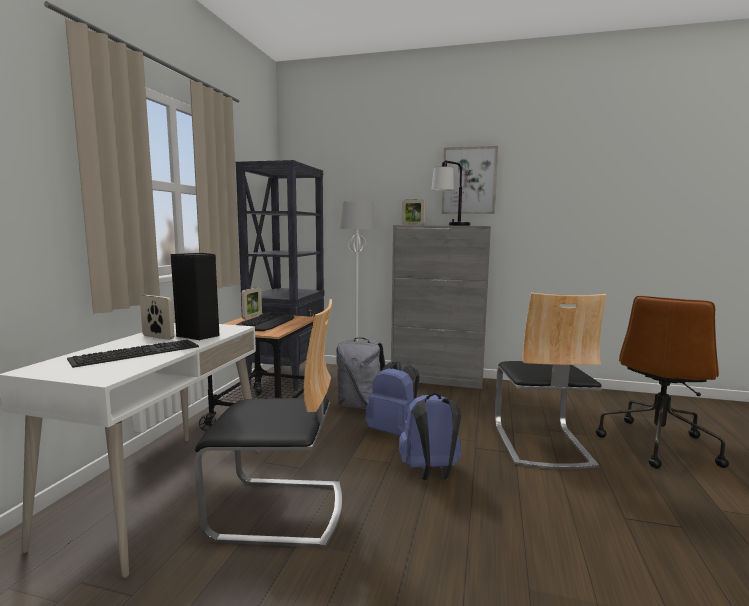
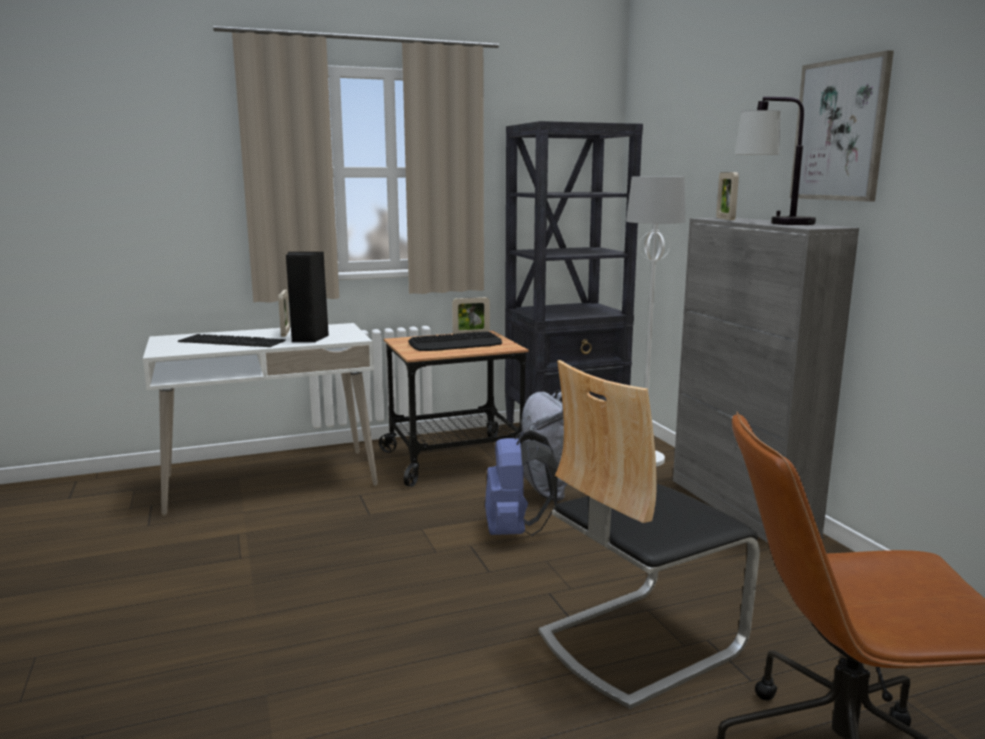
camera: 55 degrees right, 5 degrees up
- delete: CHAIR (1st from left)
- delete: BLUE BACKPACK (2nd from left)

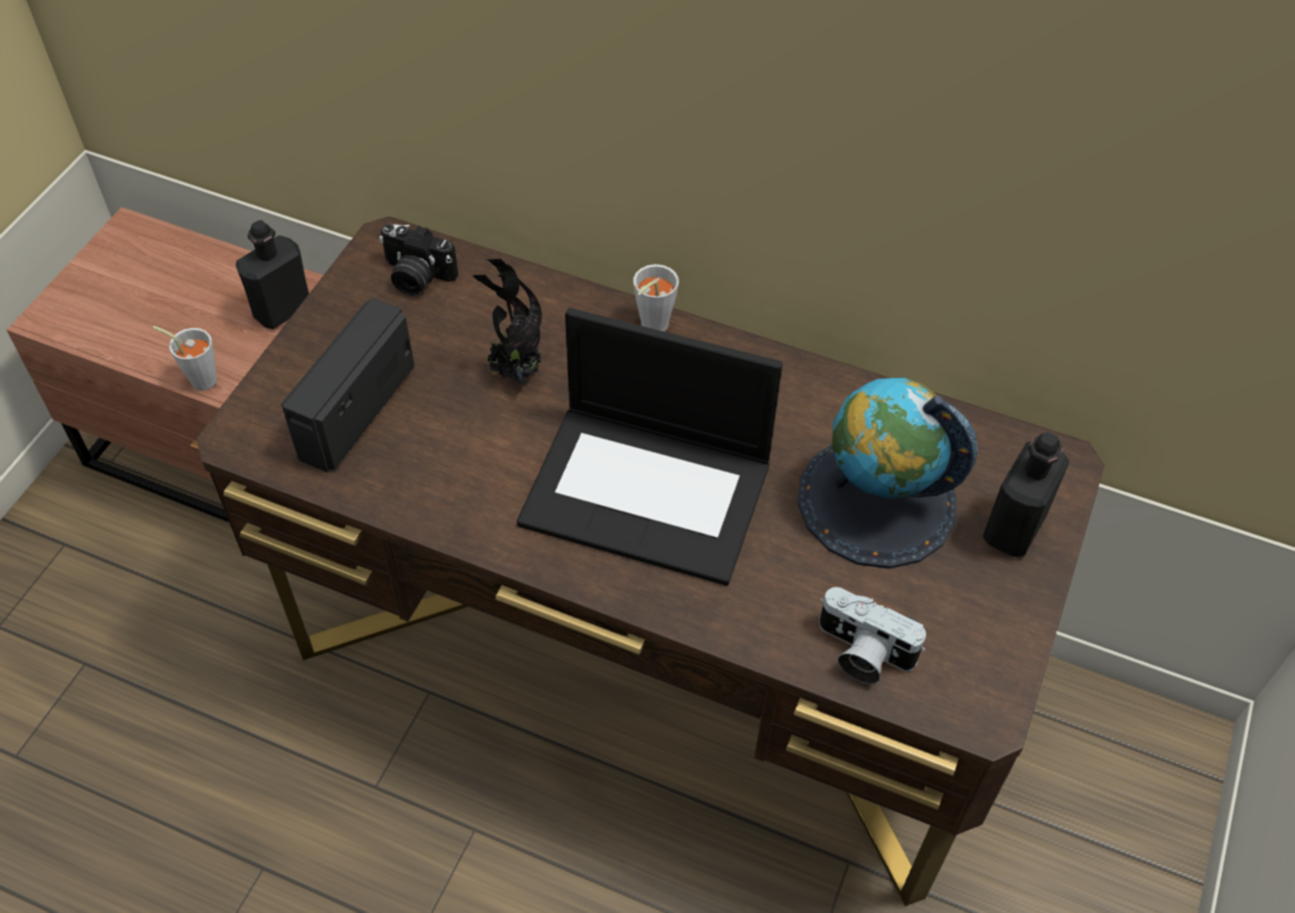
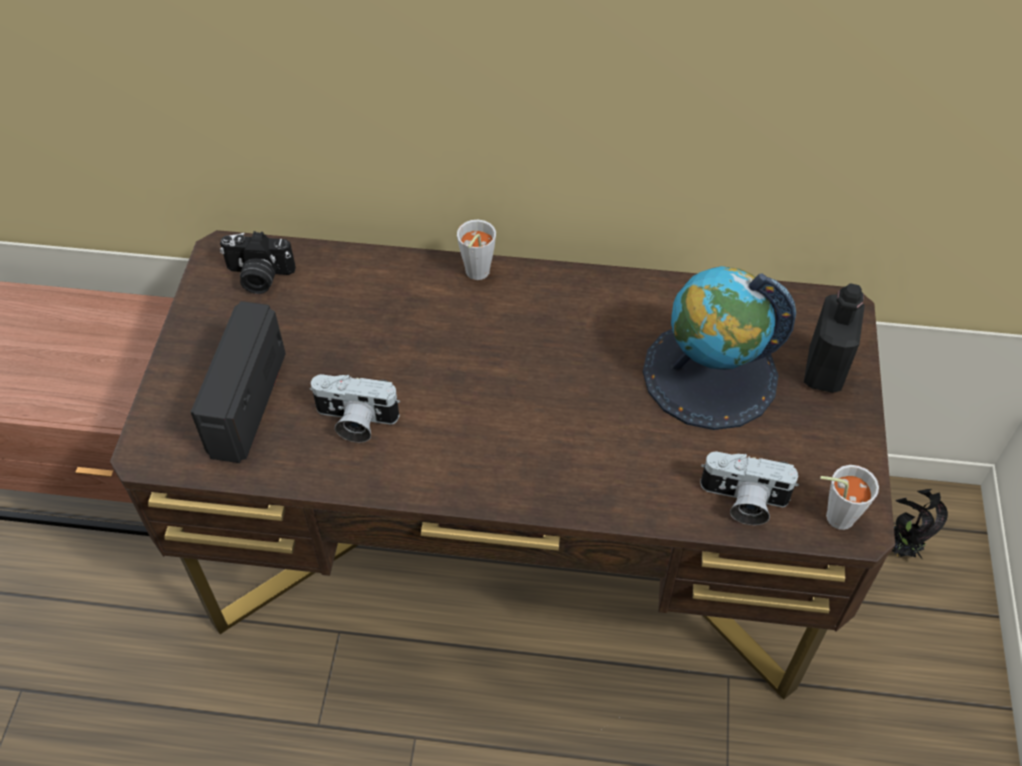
camera: 15 degrees left, 0 degrees up
- delete: BLACK BOTTLE (1st from left)
- move: POTTED PLANT
- delete: LAPTOP
- move: GREY CUP (1st from left in the first image) to GREY CUP (2nd from left)
- insert: PHOTO CAMERA (2nd from left)

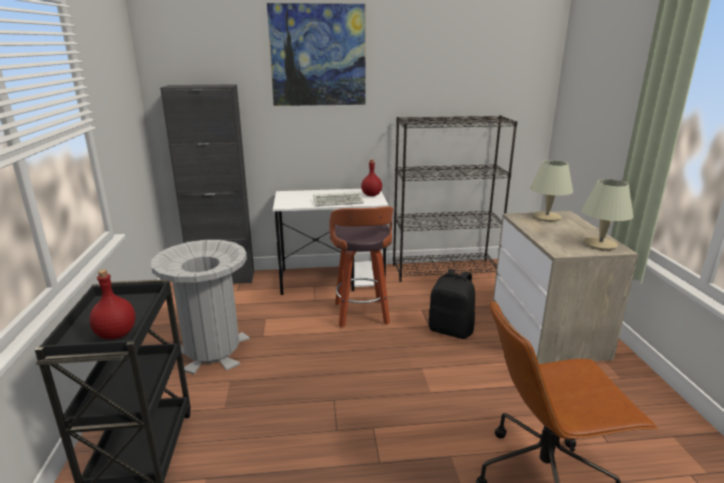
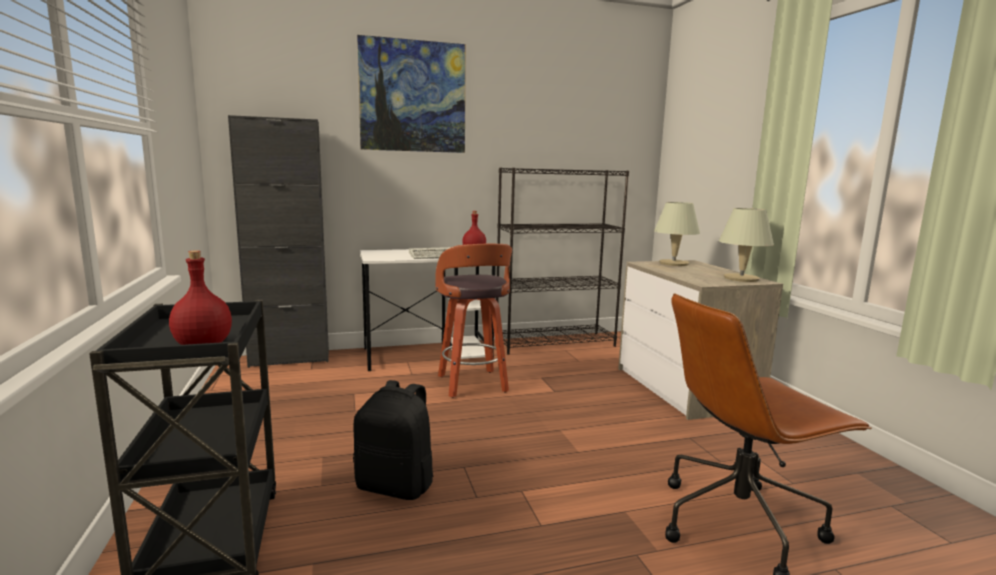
camera: 10 degrees left, 10 degrees down
- delete: GREY TRASH CAN
- move: BLACK BACKPACK

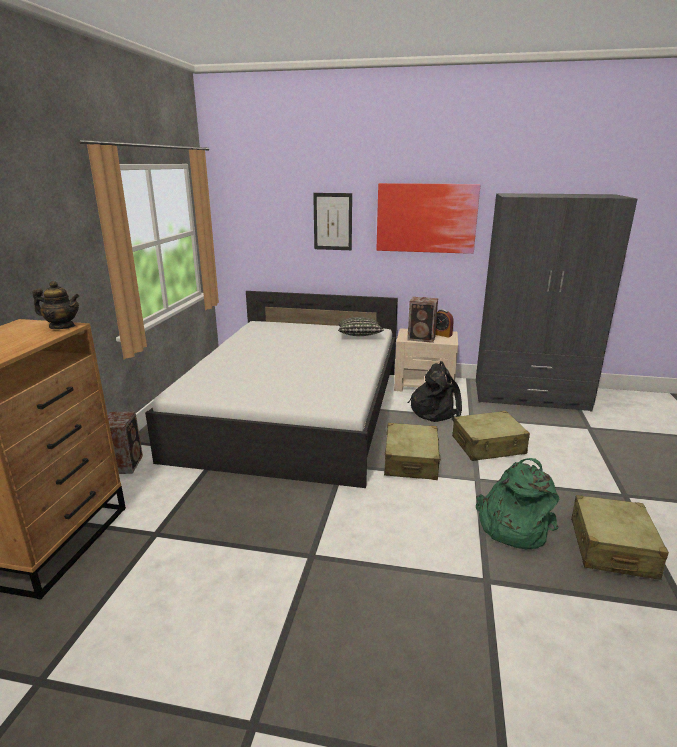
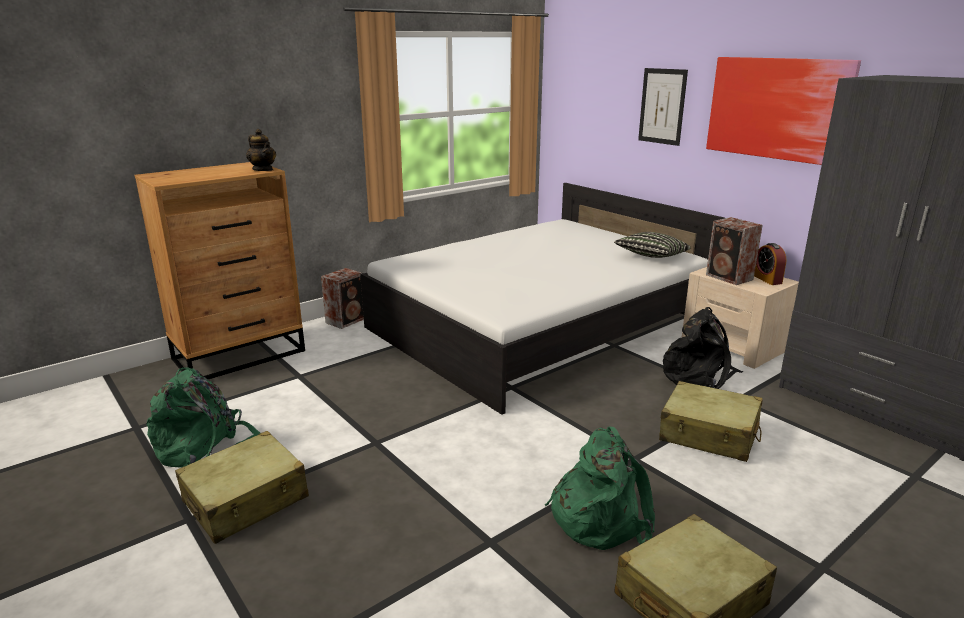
camera: 40 degrees right, 0 degrees up
- move: BEIGE SUITCASE (1st from left)
- insert: GREEN BACKPACK (1st from left)

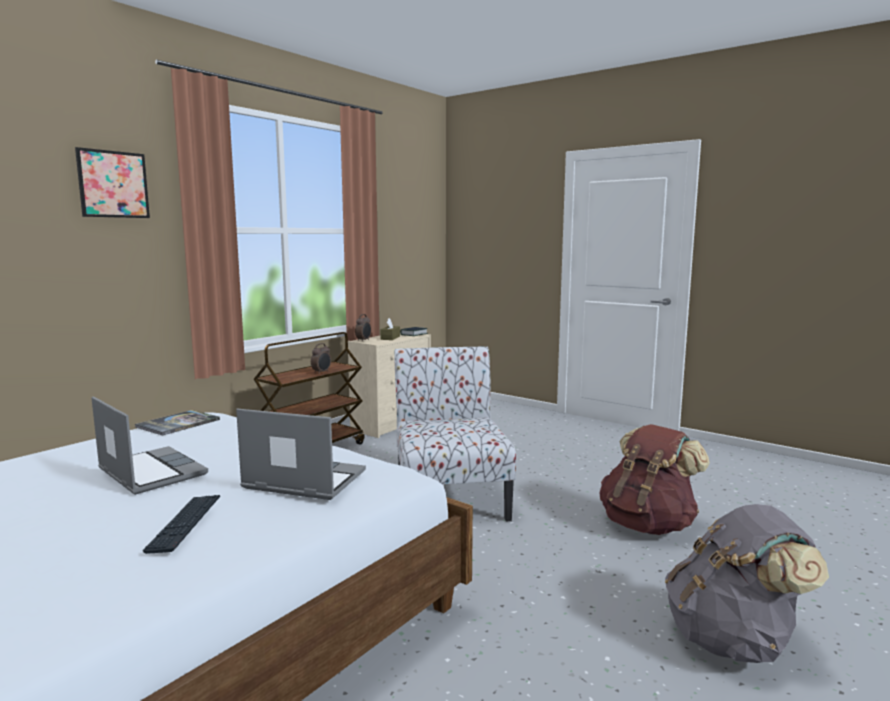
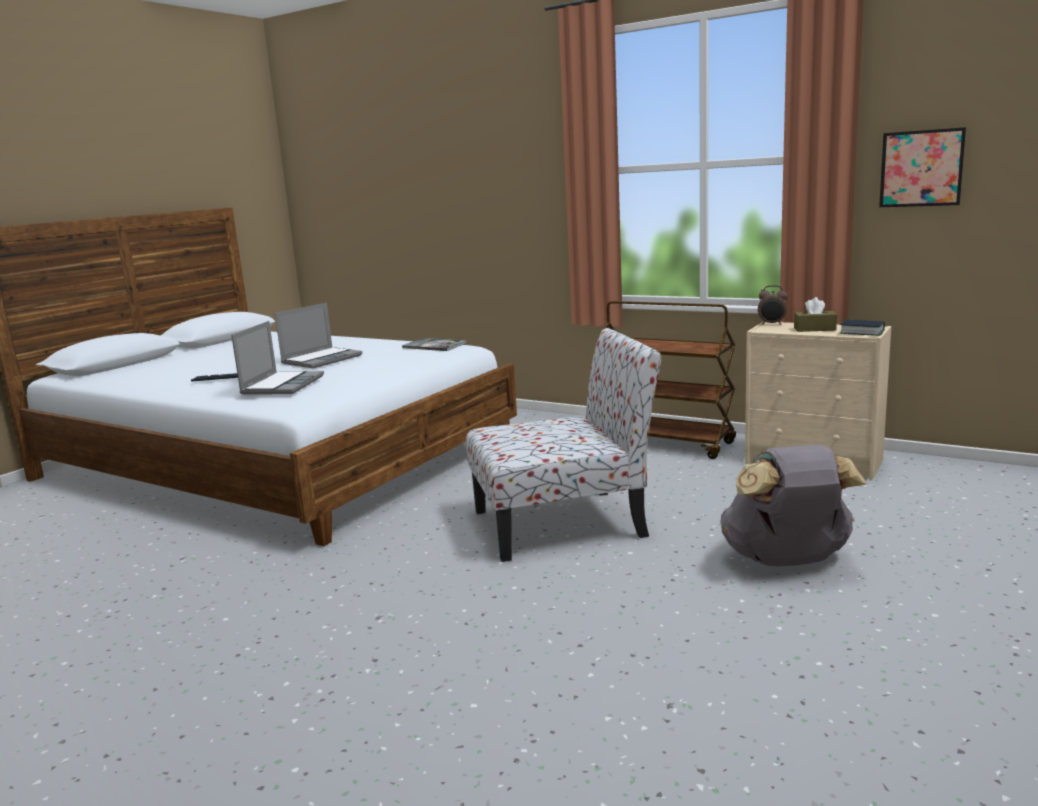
camera: 85 degrees right, 5 degrees up
- move: PICTURE
- delete: ALARM CLOCK (1st from left)
- delete: BROWN BACKPACK
- move: GREY BACKPACK

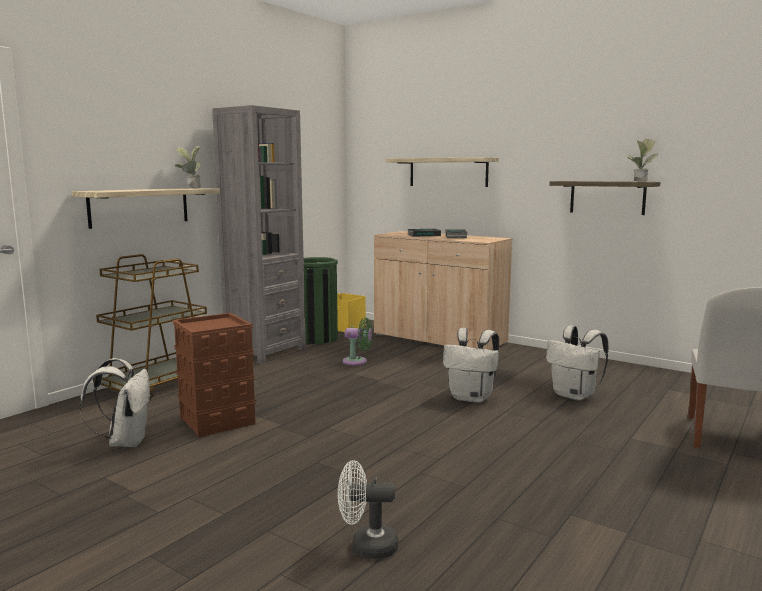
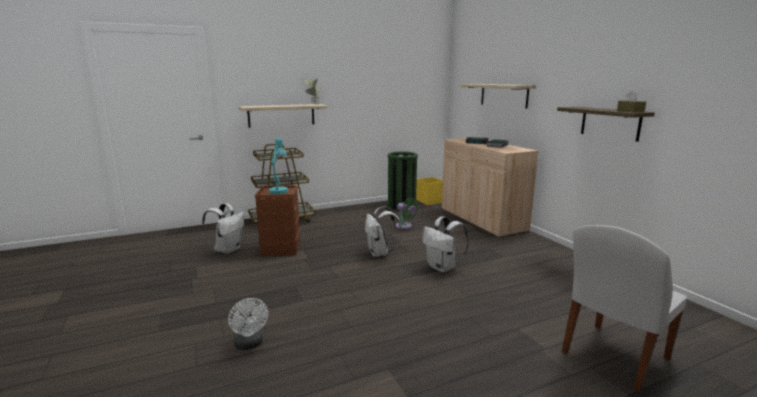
camera: 30 degrees right, 5 degrees up
- delete: GREY BOOKCASE
- replace: POTTED PLANT (2nd from left) to BROWN TISSUE BOX
- move: WHITE BACKPACK (3rd from left in the first image) to WHITE BACKPACK (2nd from left)
- rotate: WHITE FAN 150 degrees counterclockwise
- insert: TURQUOISE TABLE LAMP

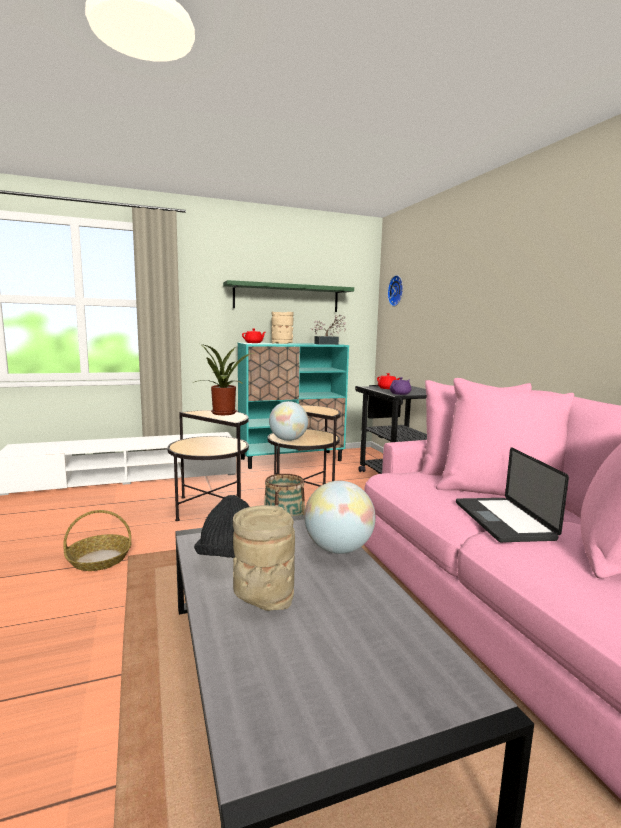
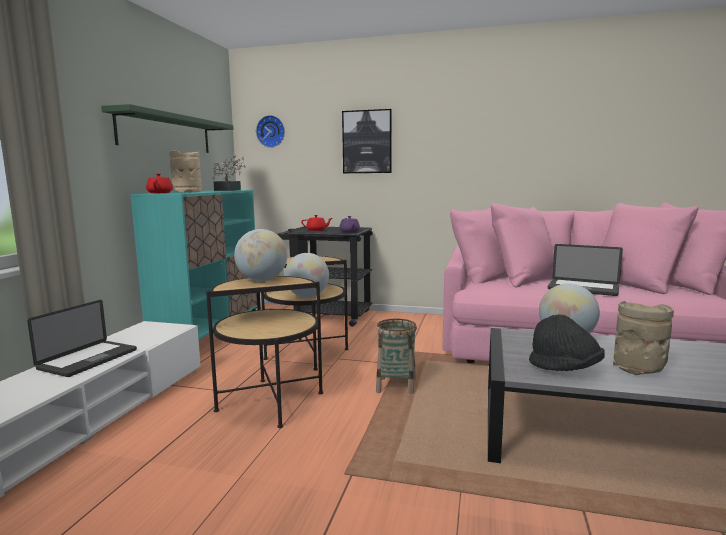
camera: 55 degrees left, 0 degrees up
- replace: POTTED PLANT (1st from left) to GLOBE (1st from left)
- delete: BASKET (1st from left)
- insert: PICTURE
- insert: LAPTOP (1st from left)

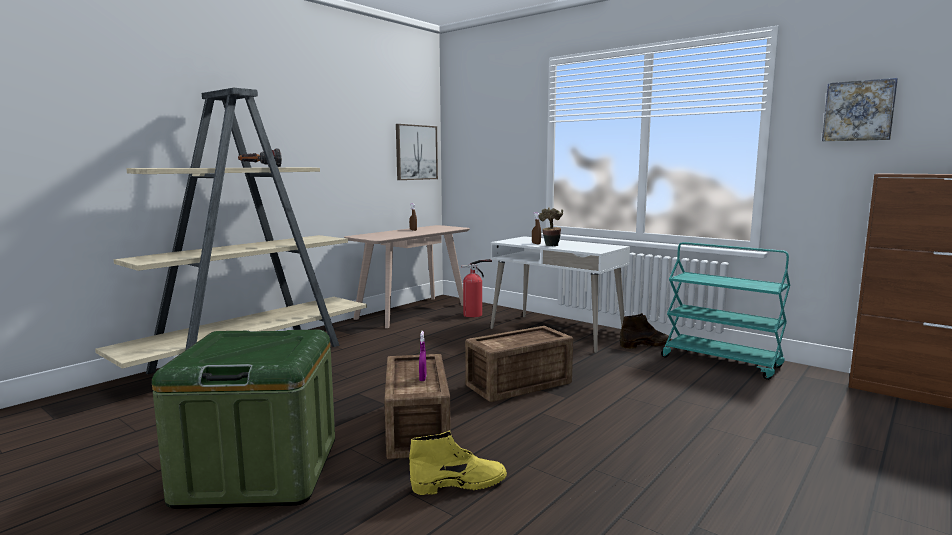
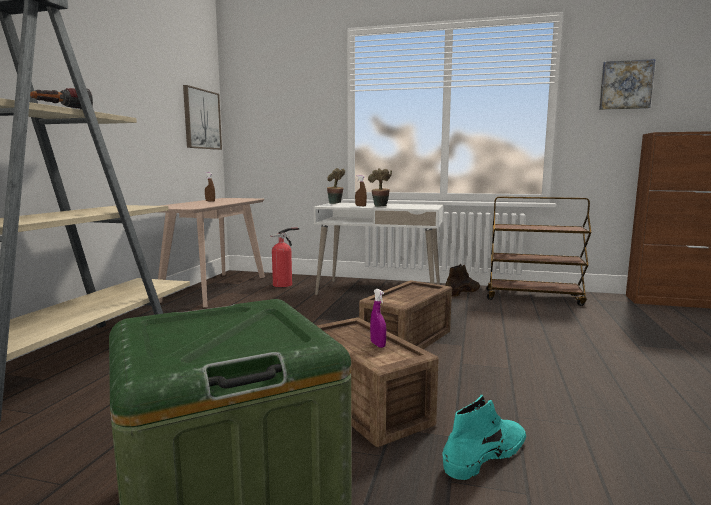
camera: 25 degrees left, 0 degrees up
- recolor: TURQUOISE CART to BROWN CART
- recolor: YELLOW BOOT to TURQUOISE BOOT
- insert: POTTED PLANT (1st from left)

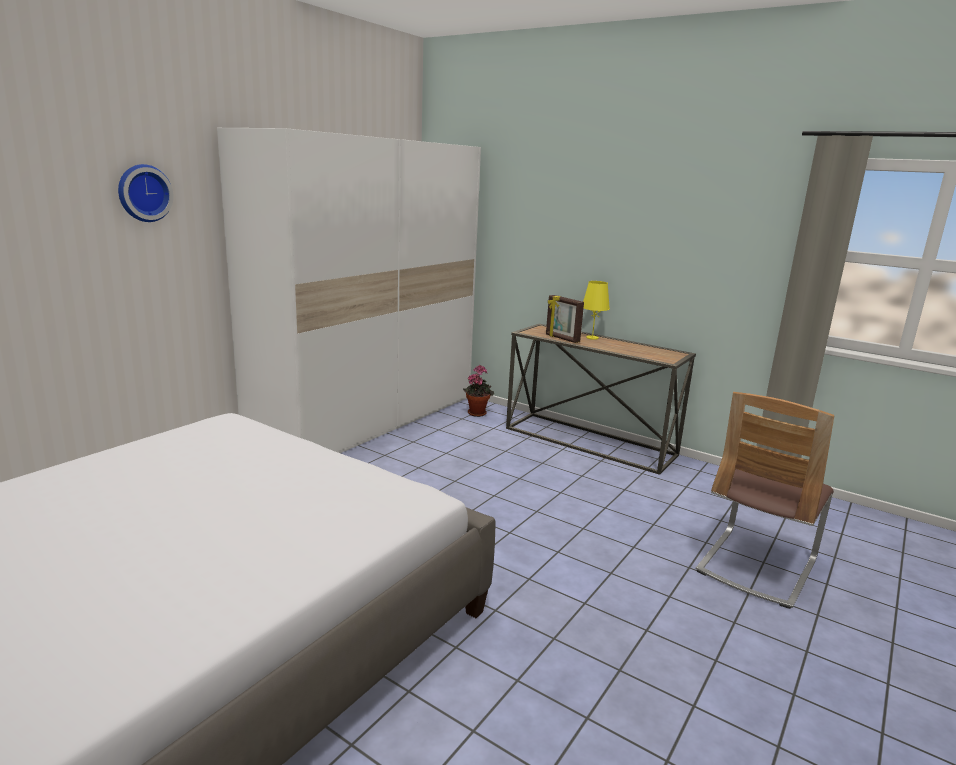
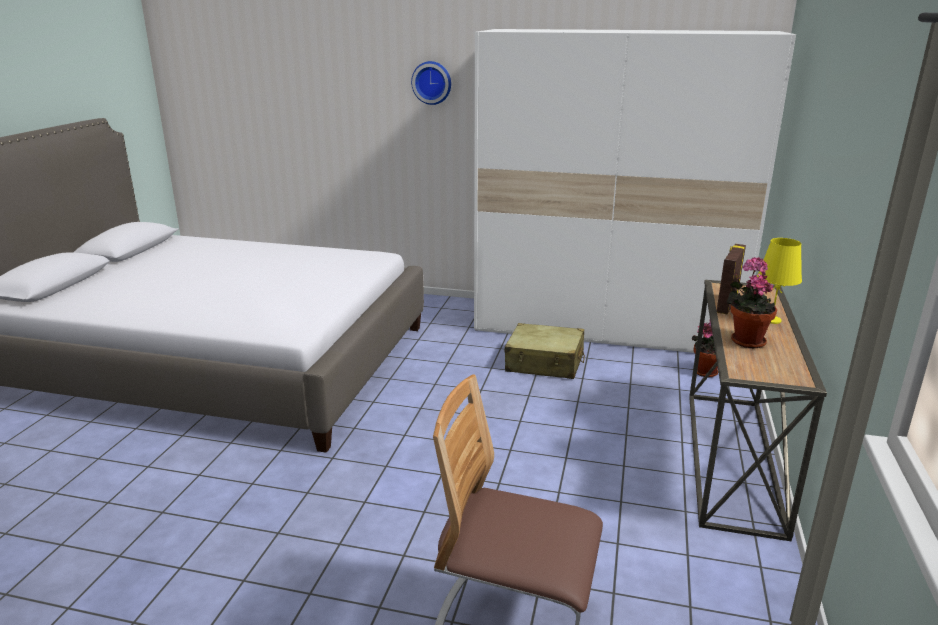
camera: 70 degrees right, 5 degrees up
- insert: POTTED PLANT (2nd from left)
- insert: BEIGE SUITCASE

